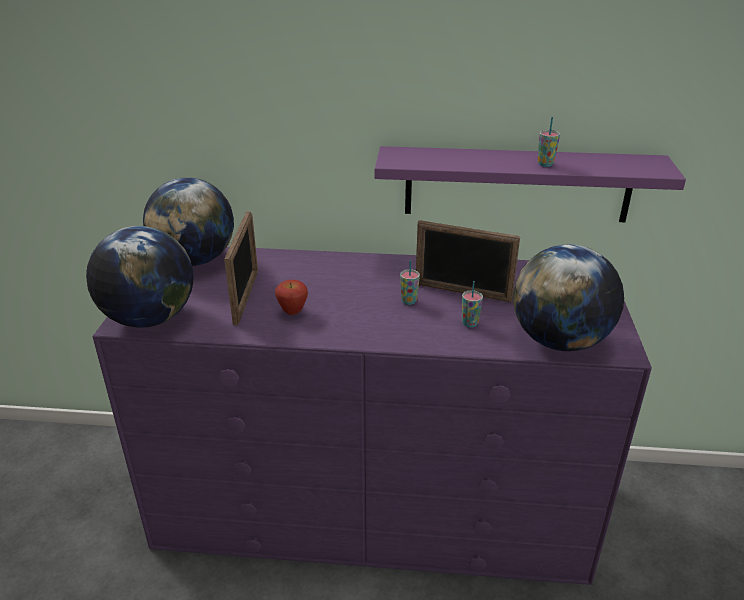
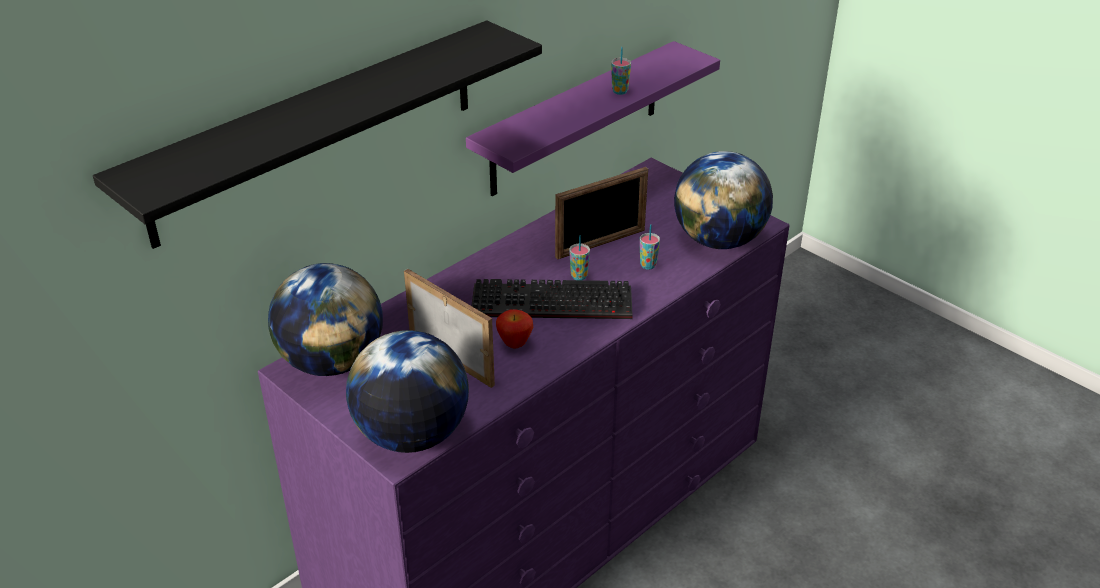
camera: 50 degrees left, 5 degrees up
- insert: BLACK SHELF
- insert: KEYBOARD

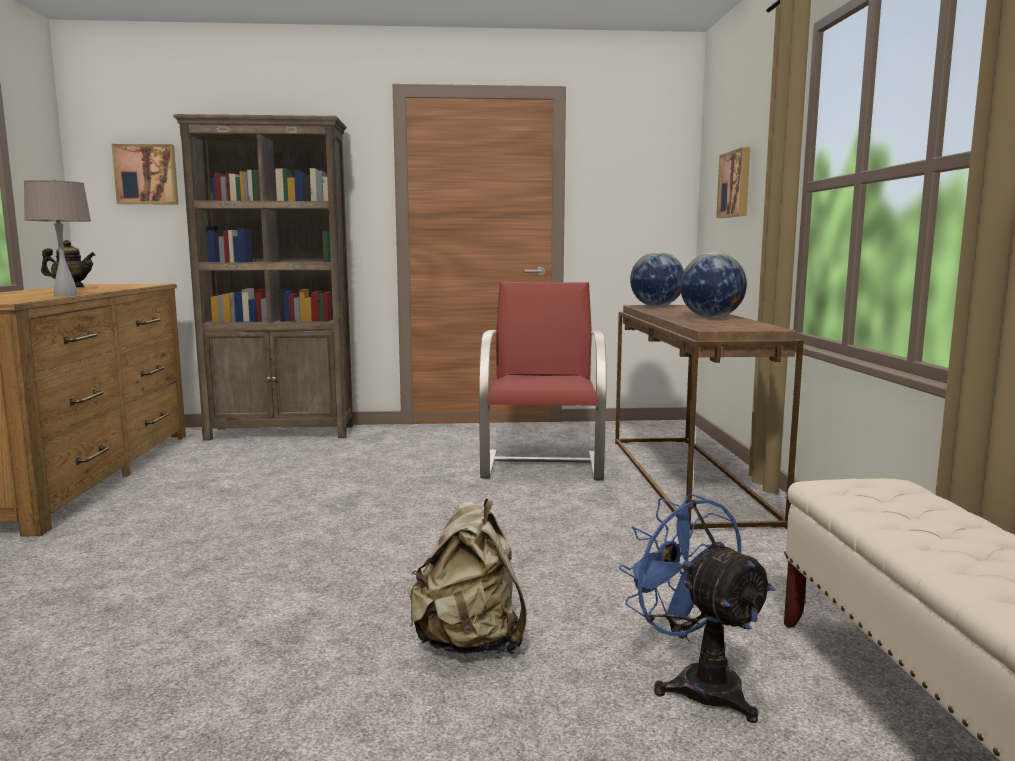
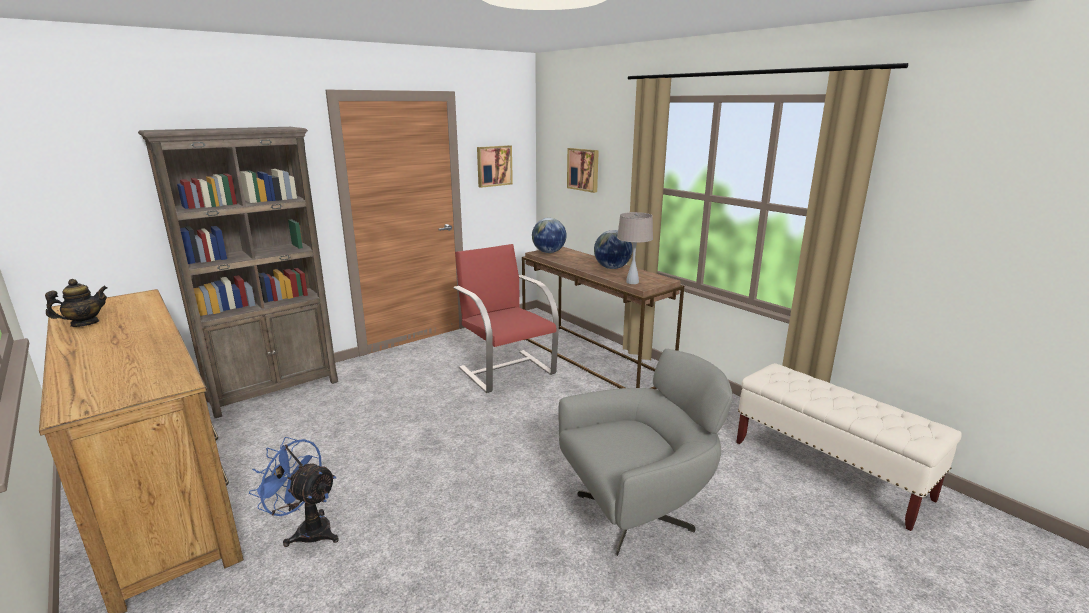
camera: 35 degrees left, 10 degrees up
- move: PICTURE (1st from left)
- move: BEIGE TABLE LAMP
- move: BLUE FAN
- replace: BEIGE BACKPACK to GREY ARMCHAIR

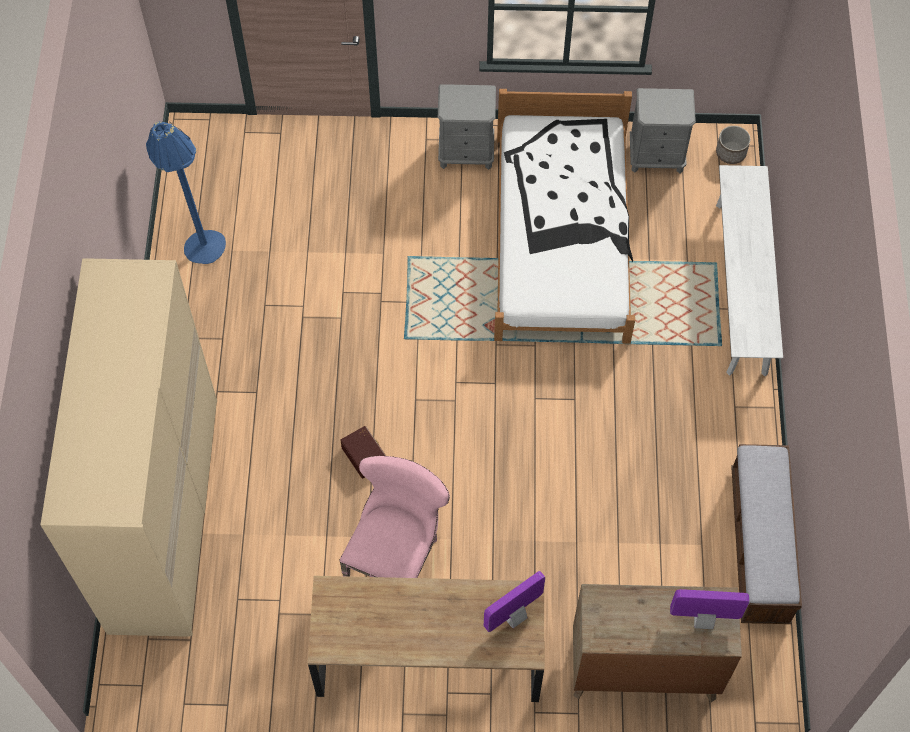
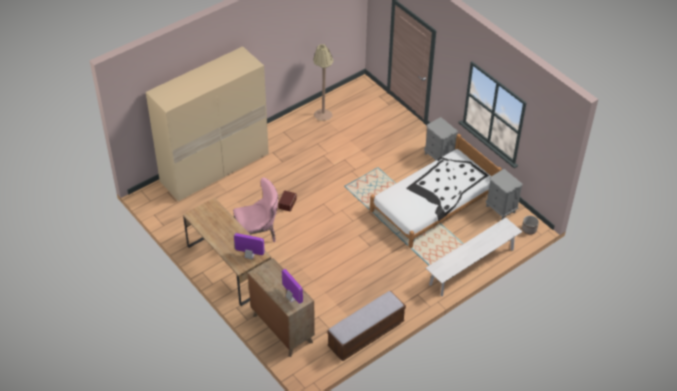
camera: 50 degrees right, 15 degrees down
- recolor: BLUE FLOOR LAMP to BEIGE FLOOR LAMP

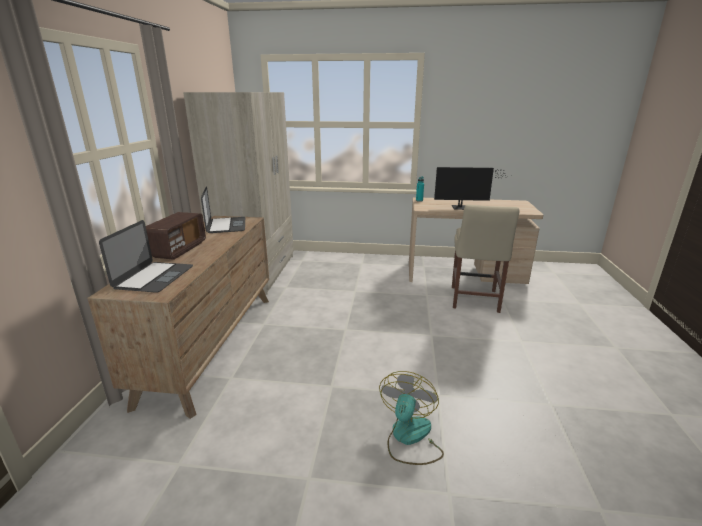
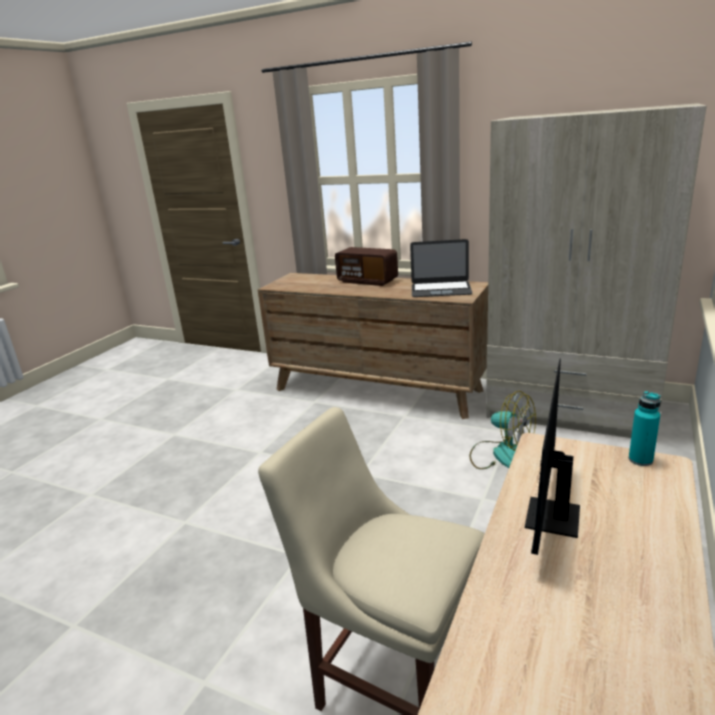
camera: 110 degrees right, 0 degrees up
- delete: LAPTOP (1st from left)
- move: FAN

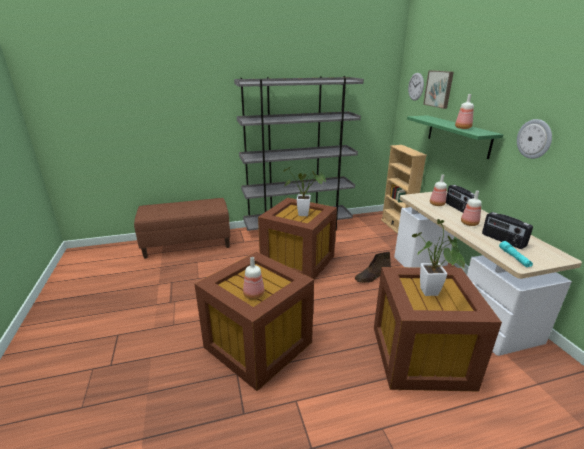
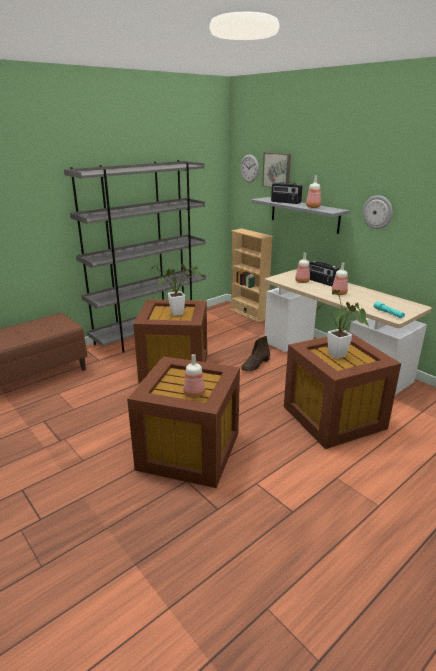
camera: 25 degrees left, 0 degrees up
- recolor: GREEN SHELF to GREY SHELF
- move: RADIO (2nd from left in the first image) to RADIO (1st from left)

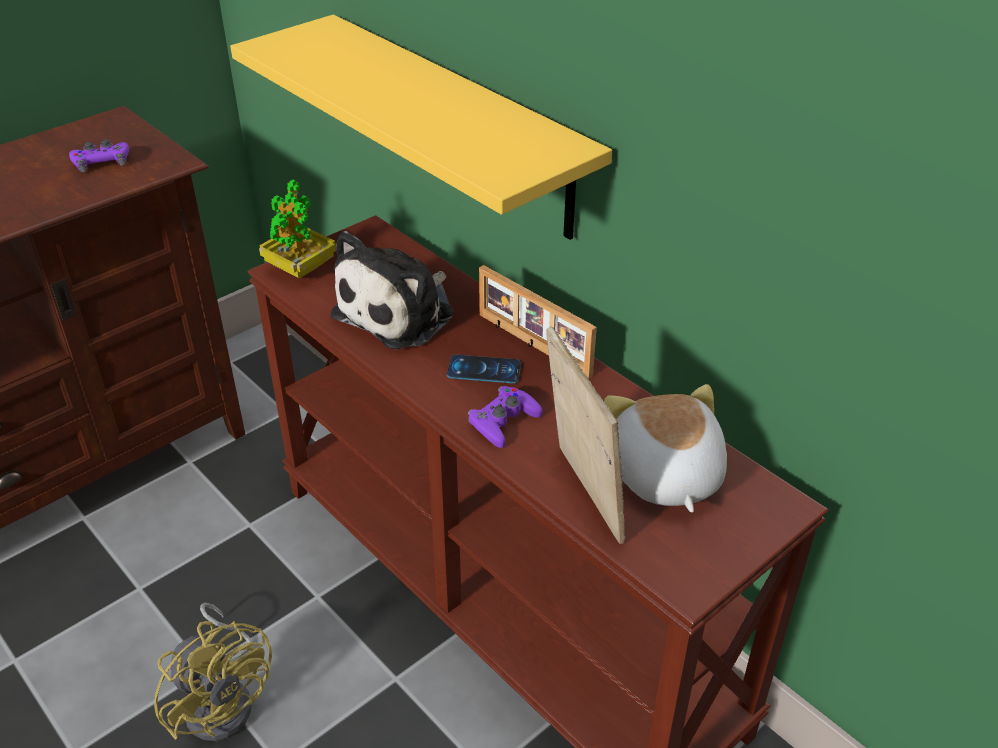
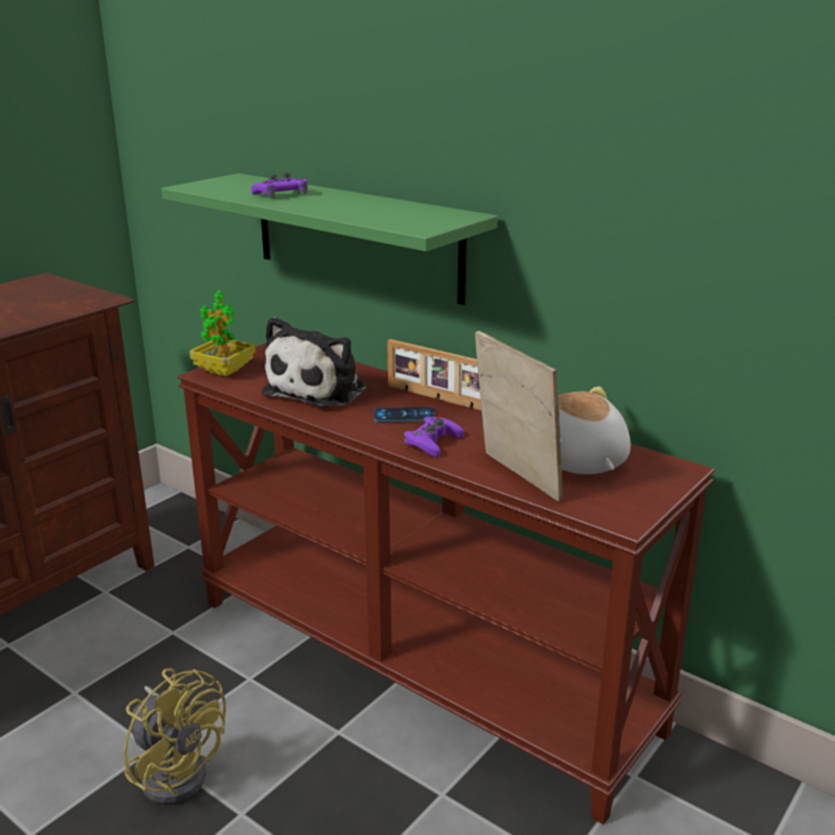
camera: 10 degrees left, 15 degrees down
- recolor: YELLOW SHELF to GREEN SHELF
- move: PURPLE GAME CONTROLLER (1st from left)

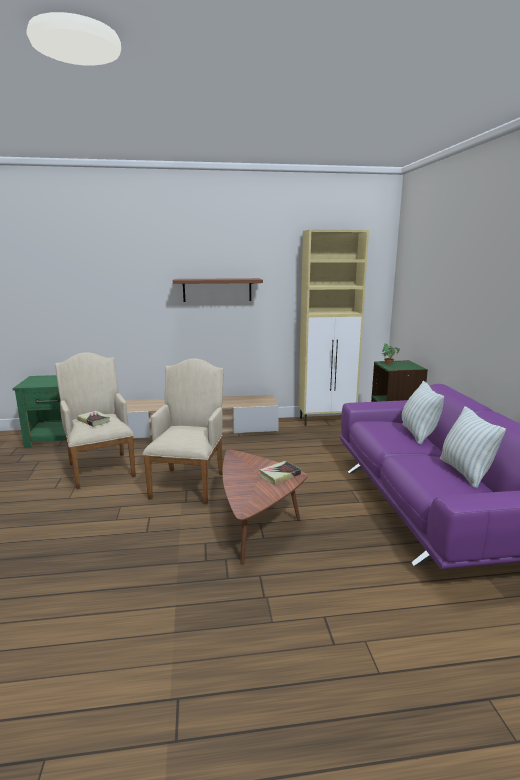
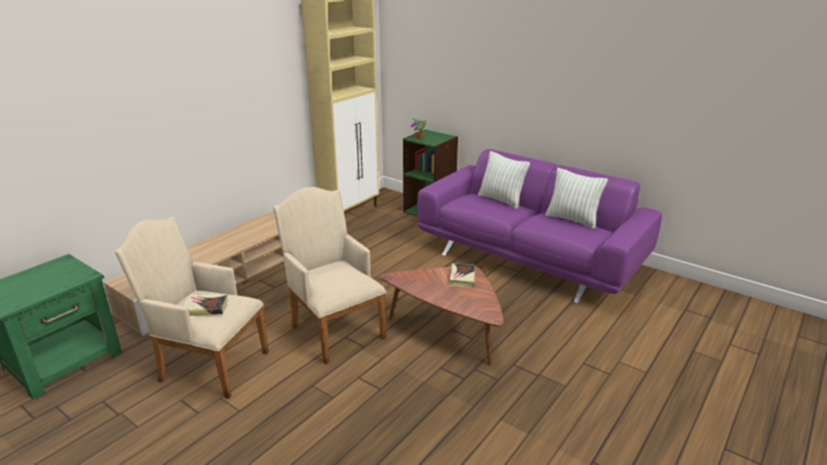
camera: 45 degrees left, 10 degrees up
- delete: BROWN SHELF

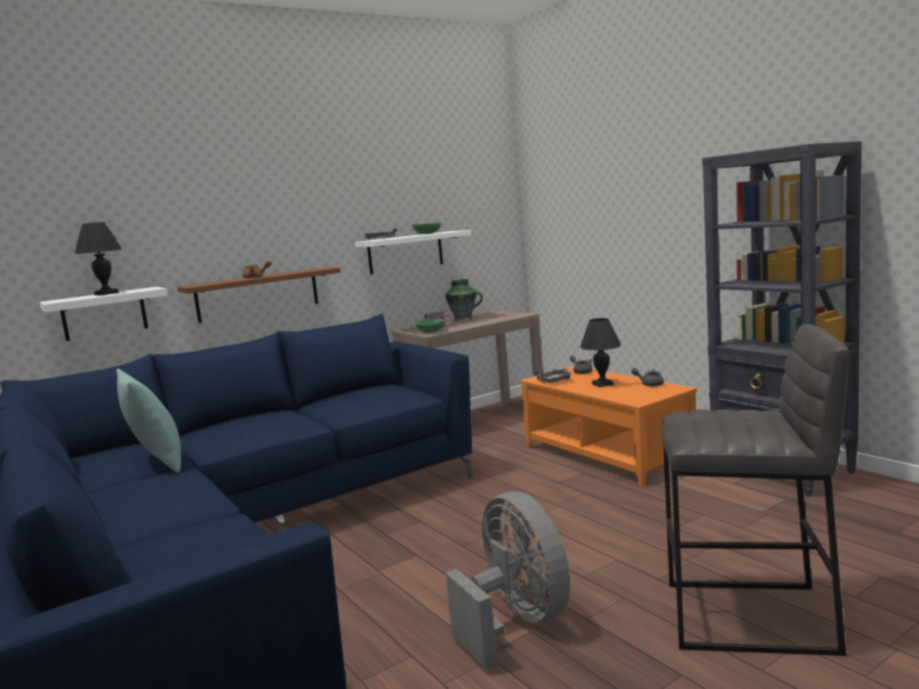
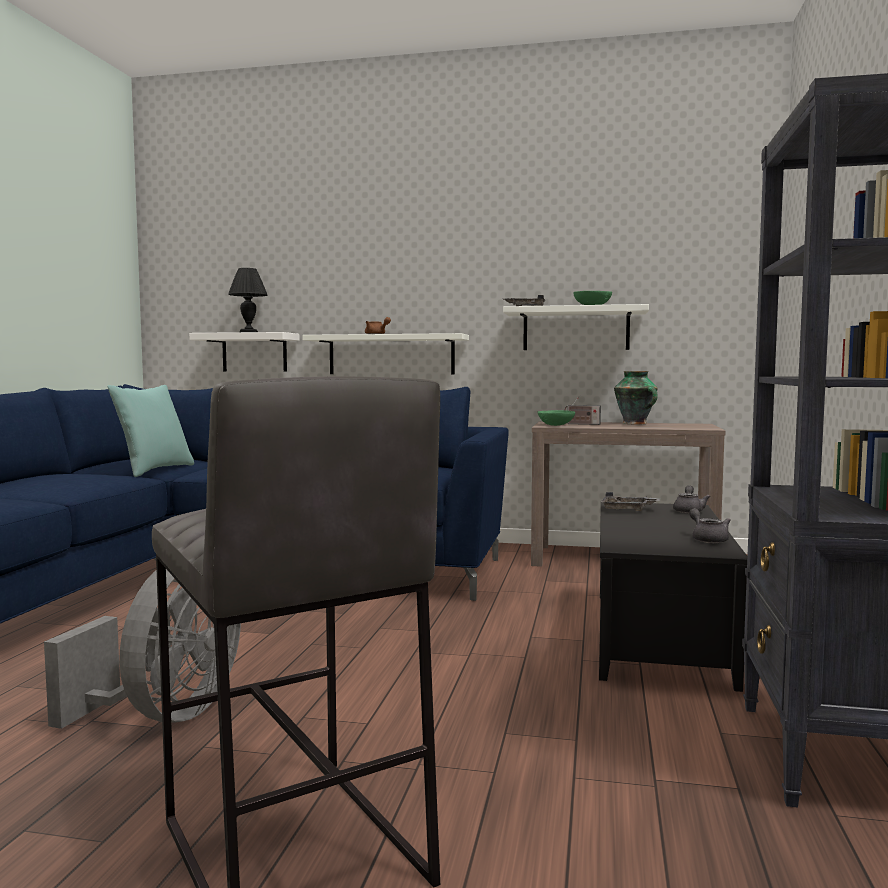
camera: 45 degrees right, 5 degrees down
- recolor: BROWN SHELF to WHITE SHELF (2nd from left)
- delete: BLACK TABLE LAMP (2nd from left)
- recolor: ORANGE COFFEE TABLE to BLACK COFFEE TABLE

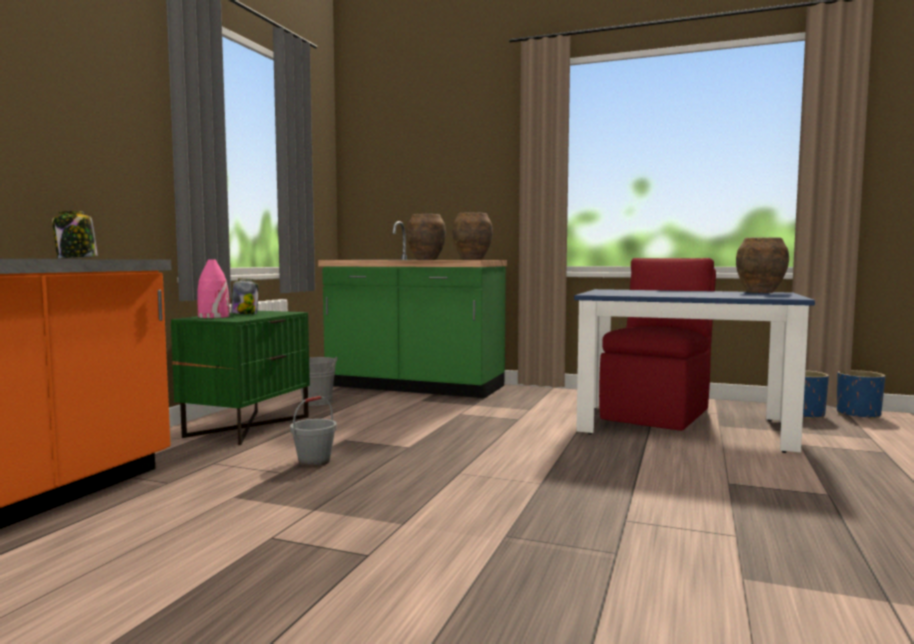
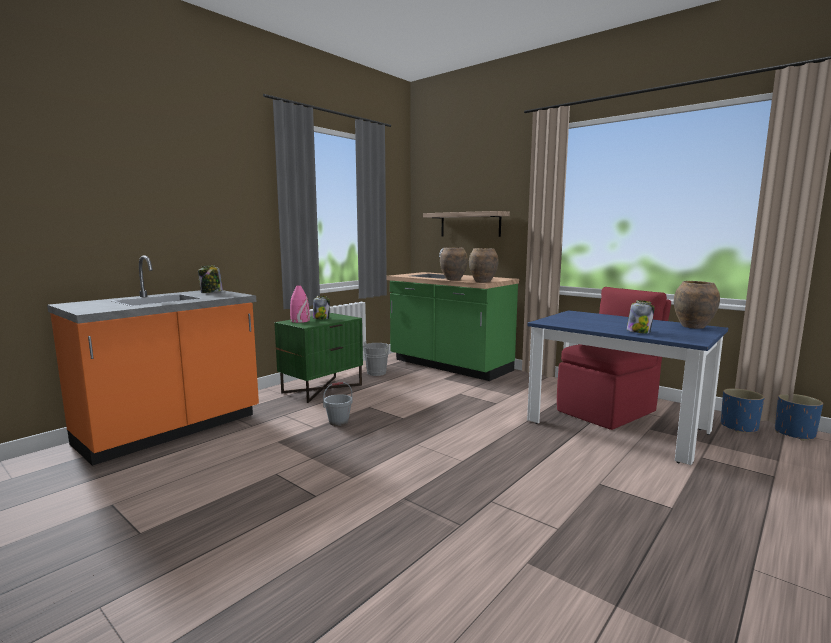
camera: 20 degrees right, 5 degrees up
- insert: SHELF
- insert: JAR (3rd from left)

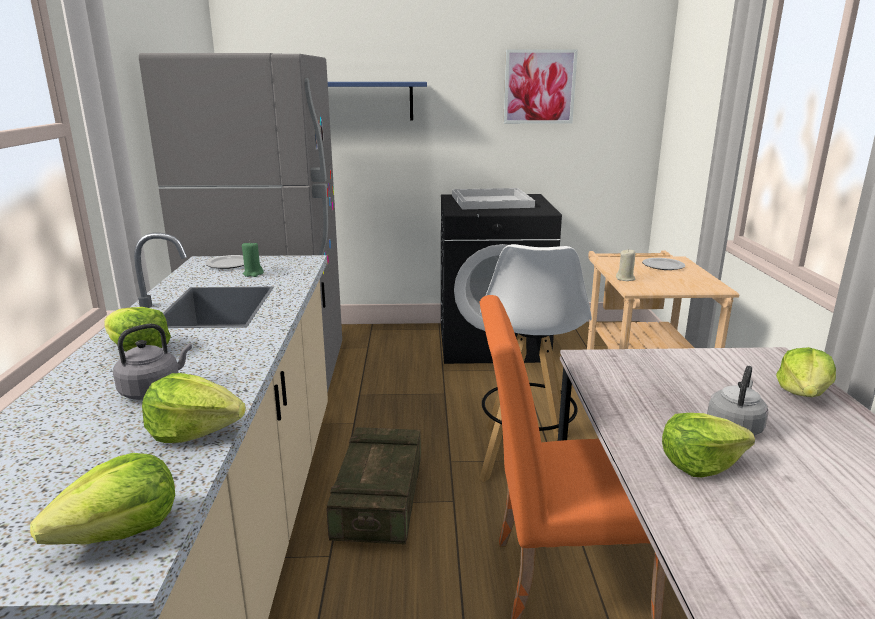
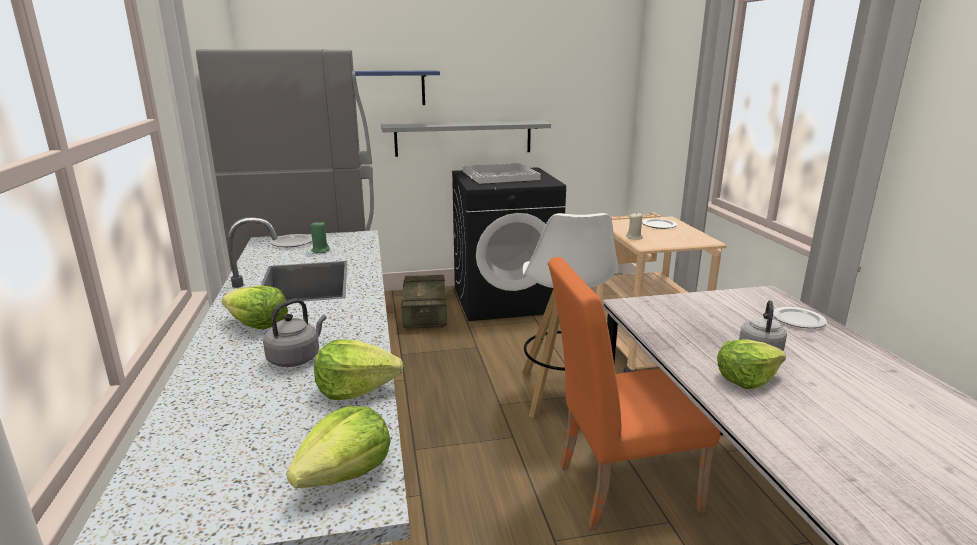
camera: 10 degrees left, 0 degrees up
- delete: PICTURE
- replace: LETTUCE (5th from left) to PLATE (3rd from left)
- move: CRATE
- insert: GREY SHELF

